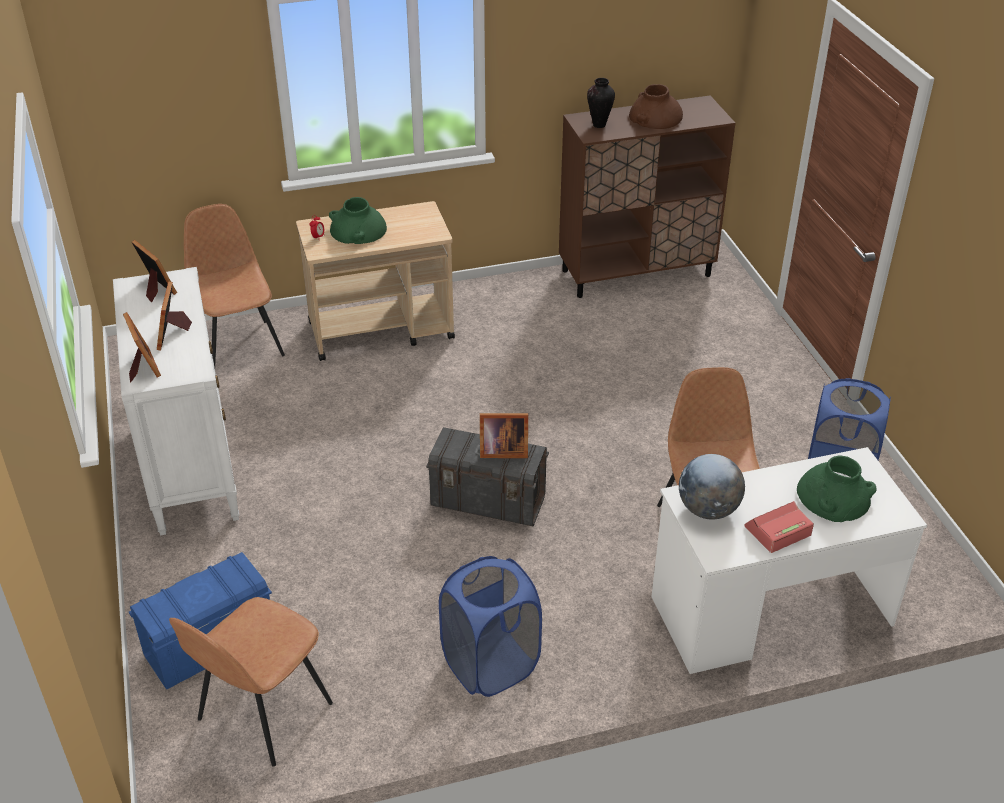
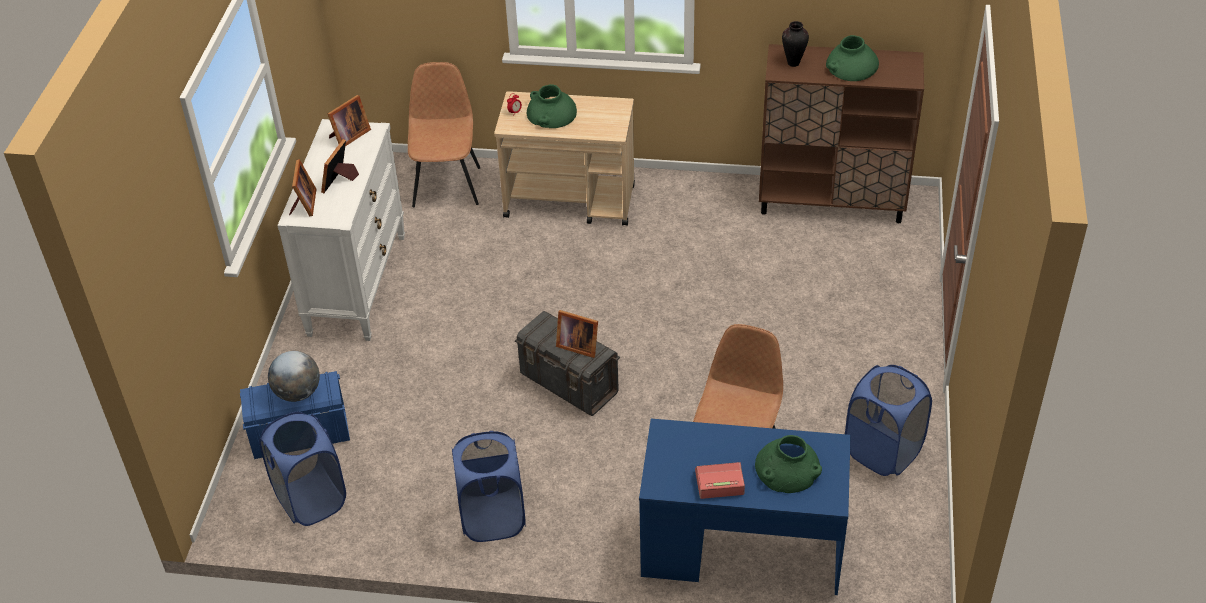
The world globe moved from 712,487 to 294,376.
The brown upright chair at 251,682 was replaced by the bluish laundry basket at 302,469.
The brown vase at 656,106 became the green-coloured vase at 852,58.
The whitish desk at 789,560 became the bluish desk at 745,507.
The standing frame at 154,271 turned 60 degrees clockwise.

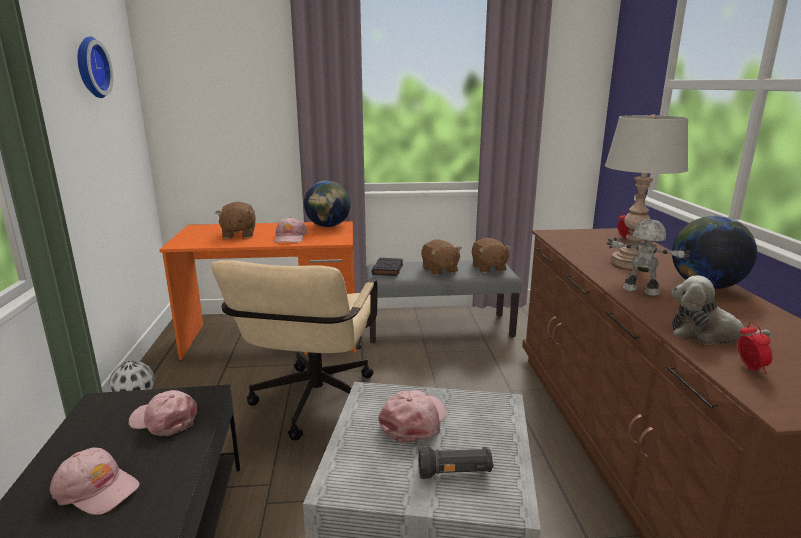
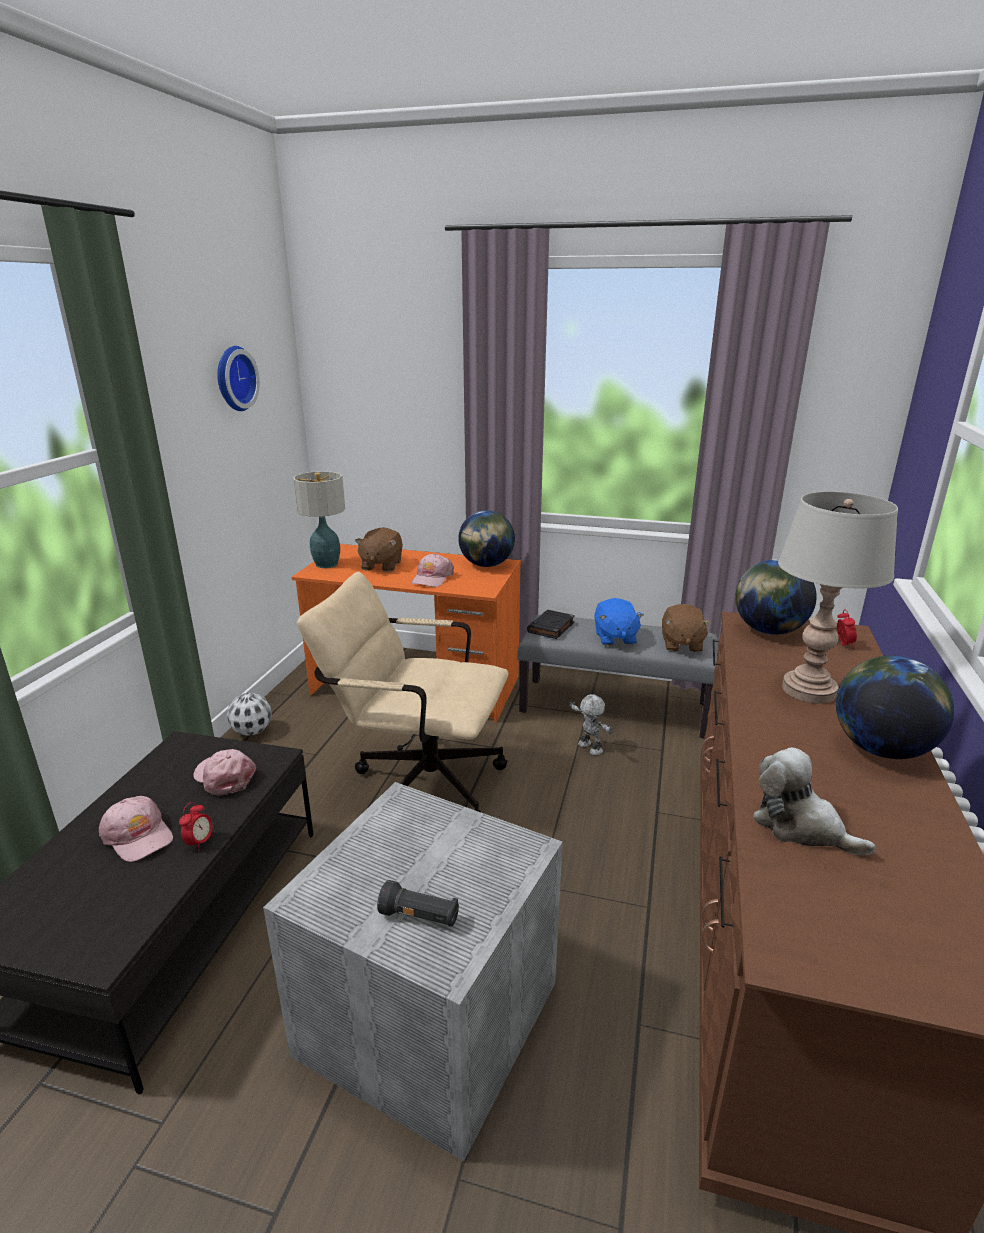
The pink baseball cap at 412,416 disappeared.
The tabletop lamp at 319,519 appeared.
The world globe at 776,597 appeared.
The model robot moved from 648,257 to 591,724.
The table clock moved from 755,348 to 196,826.
The brown soft toy at 441,257 became the bluish soft toy at 619,622.
The beige-coloured computer chair at 294,350 turned 75 degrees clockwise.

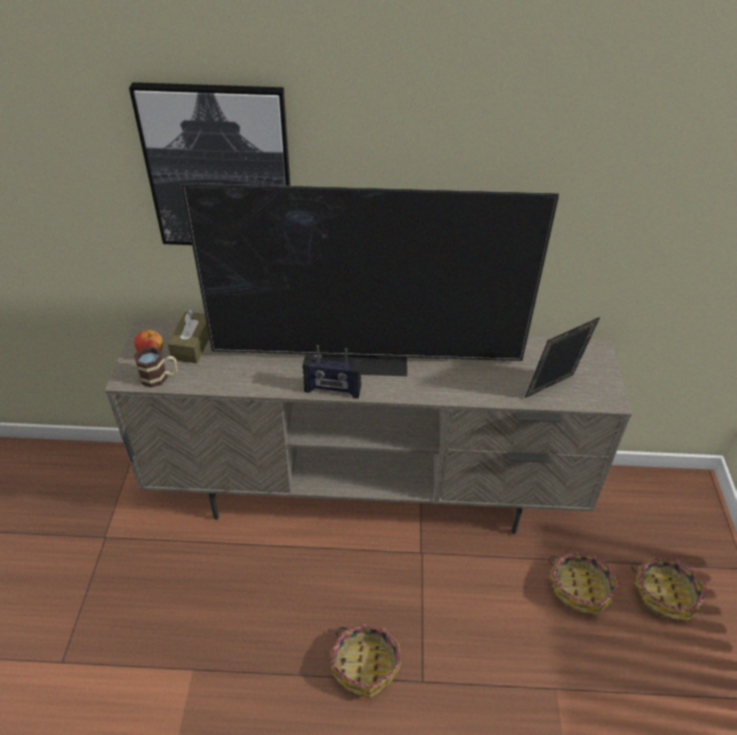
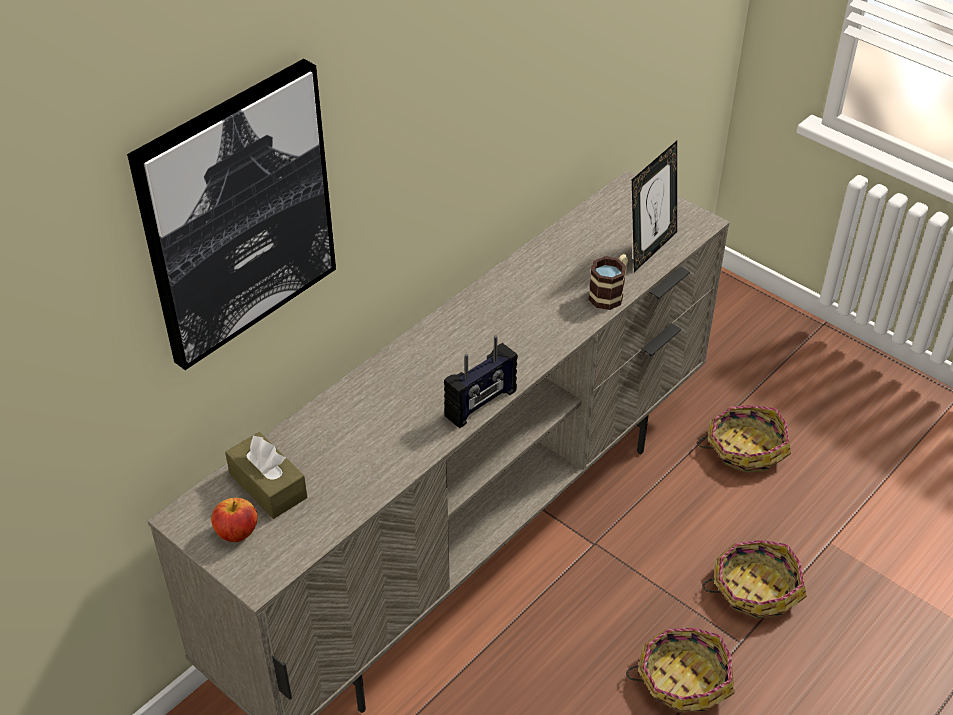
The TV set at 370,279 disappeared.
The coffee mug moved from 156,367 to 608,282.
The household basket moved from 669,589 to 755,579.
The standing frame at 562,357 turned 150 degrees counterclockwise.

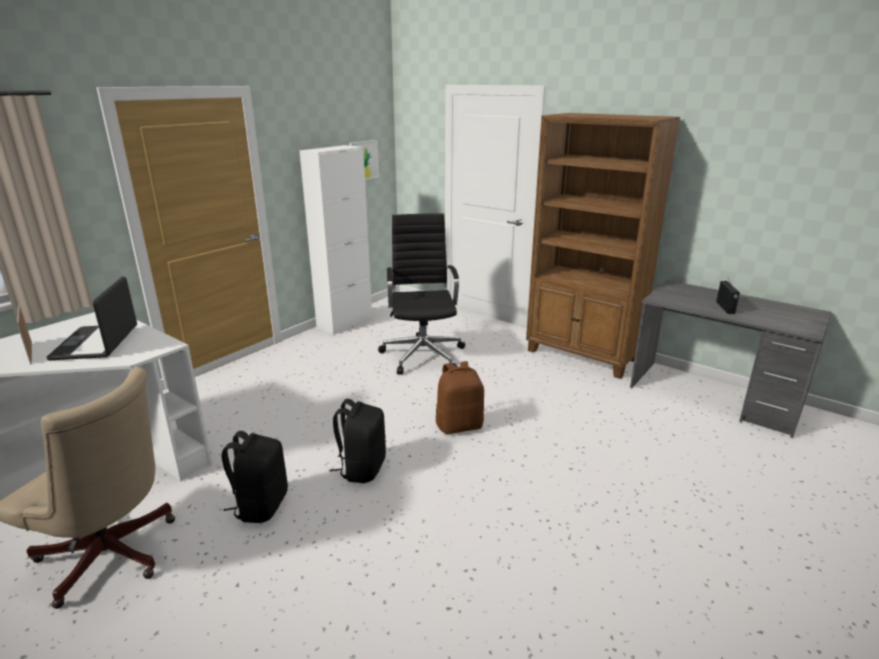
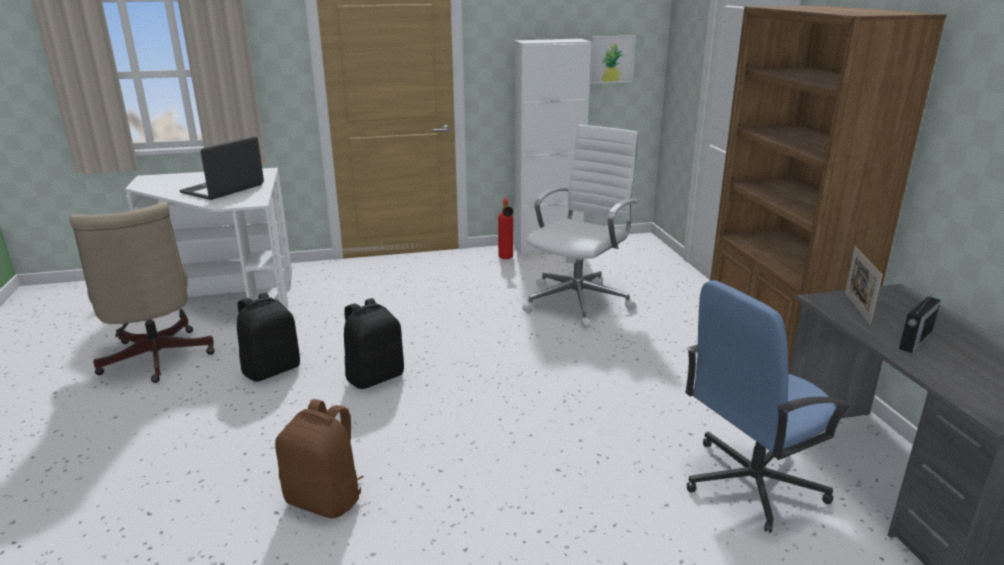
The extinguisher at 505,227 appeared.
The bluish computer chair at 769,406 appeared.
The standing frame moved from 24,334 to 864,285.
The brown backpack moved from 460,397 to 319,459.
The blackish computer chair at 421,294 became the whitish computer chair at 580,226.

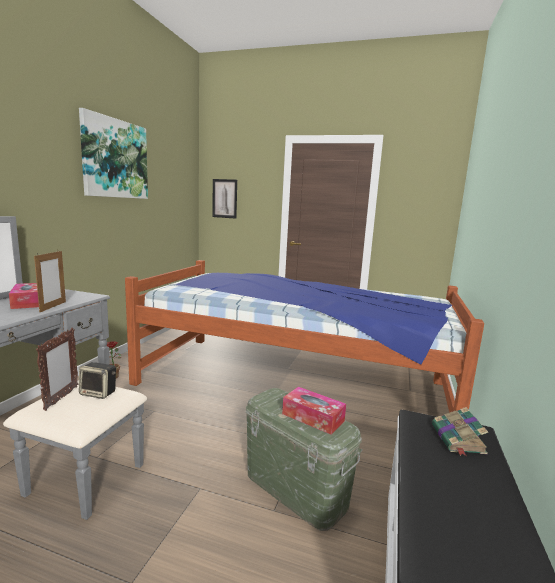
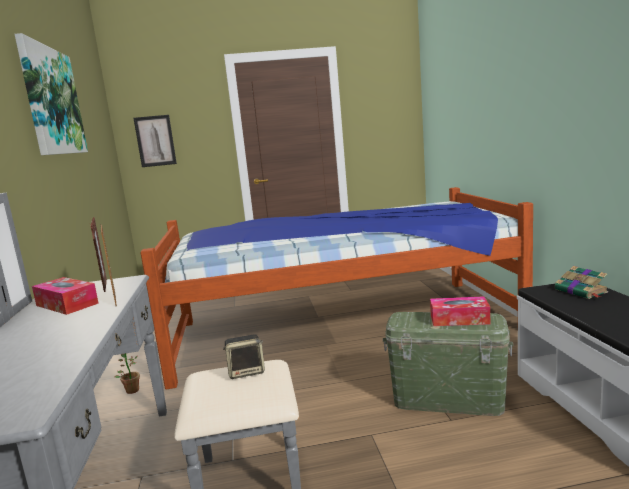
The standing frame moved from 57,369 to 98,254.

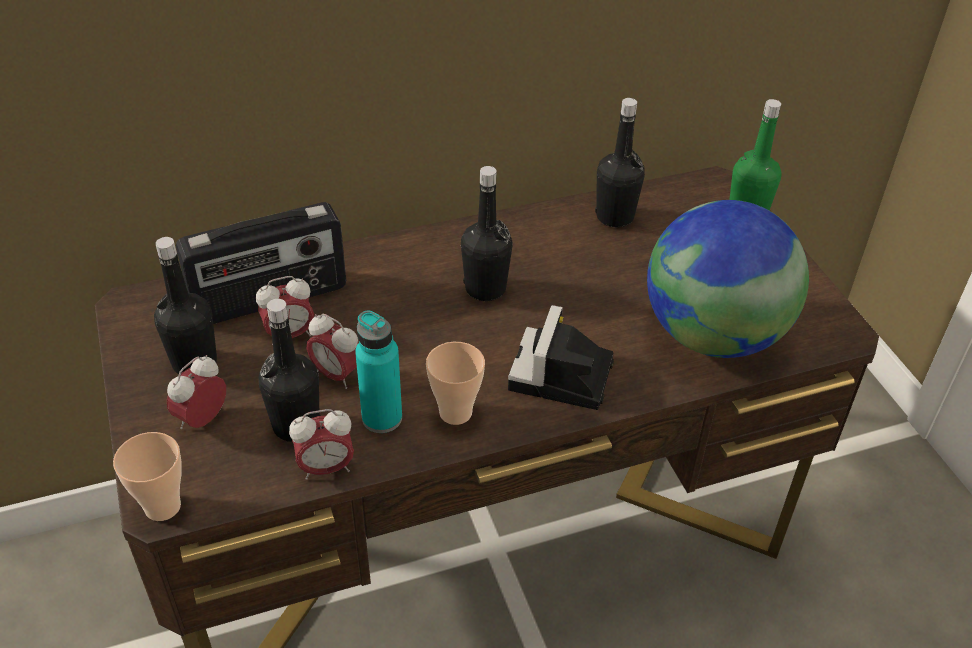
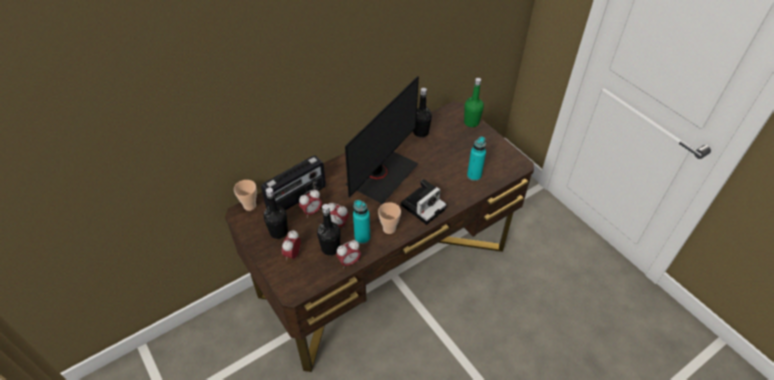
The cup moved from 147,476 to 245,195.
The blackish beverage bottle at 487,233 was replaced by the computer display at 382,140.
The world globe at 728,279 was replaced by the blue-green beverage bottle at 476,159.
The still camera at 561,357 turned 135 degrees counterclockwise.

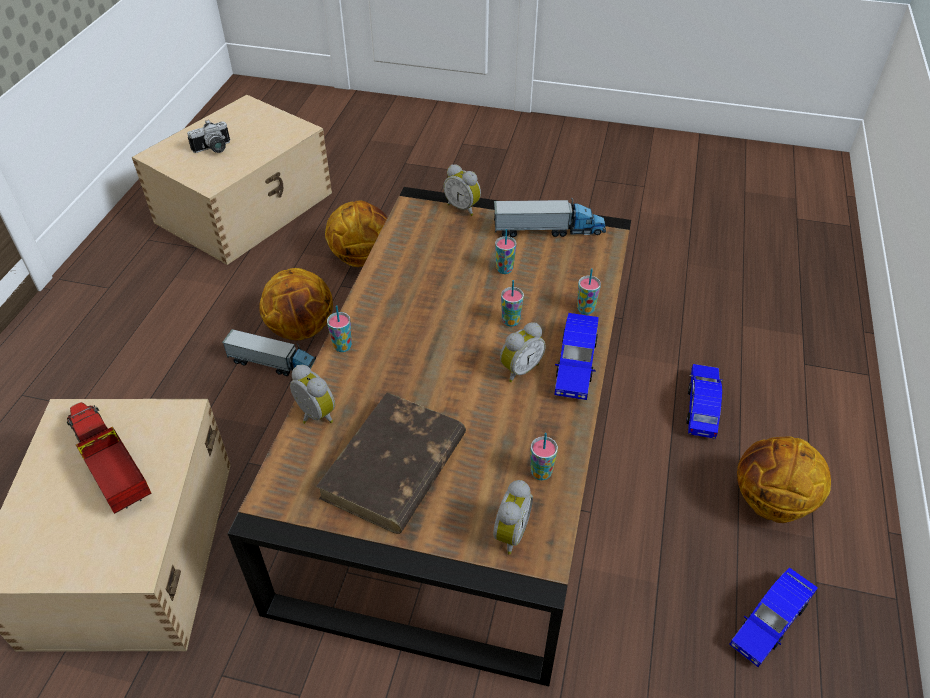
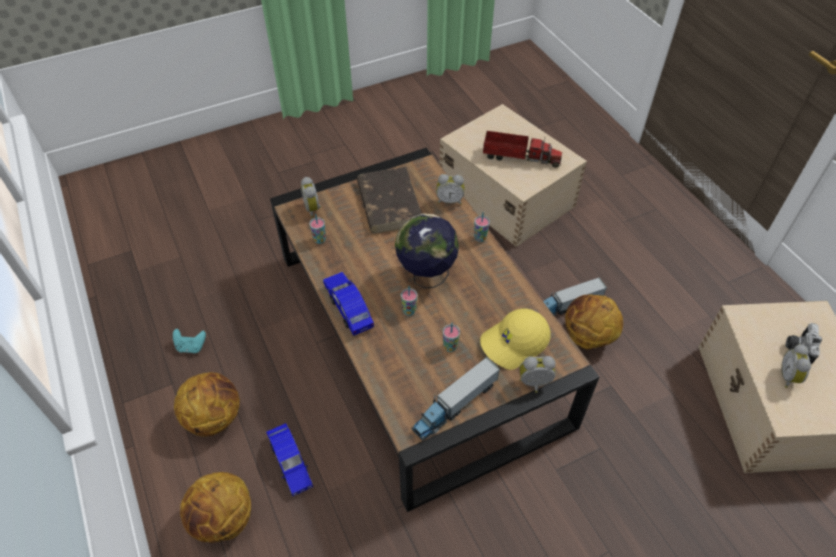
The cup at 589,291 disappeared.
The world globe at 427,251 appeared.
The yellow baseball cap at 515,339 appeared.
The ball for basketball moved from 356,234 to 215,507.
The table clock moved from 522,352 to 796,366.
The bluish model car at 773,617 was replaced by the blue-green joypad at 189,341.

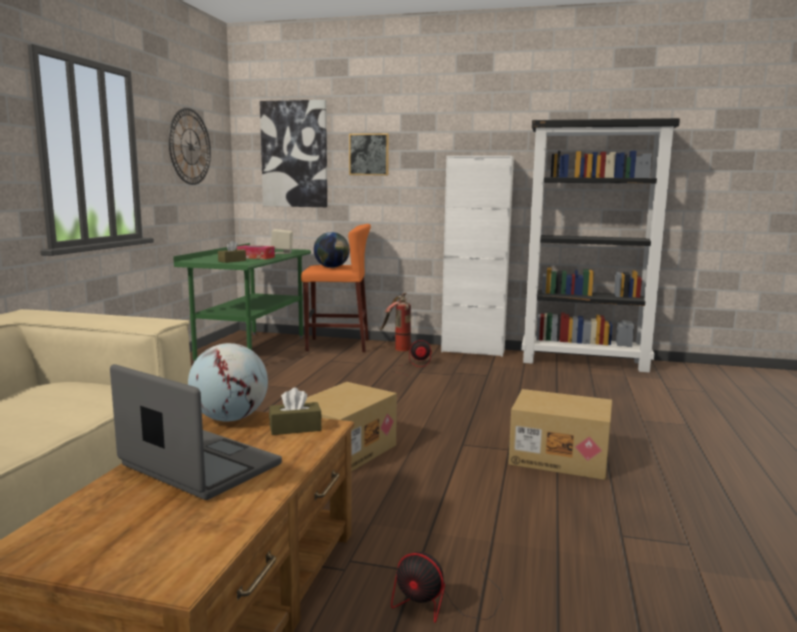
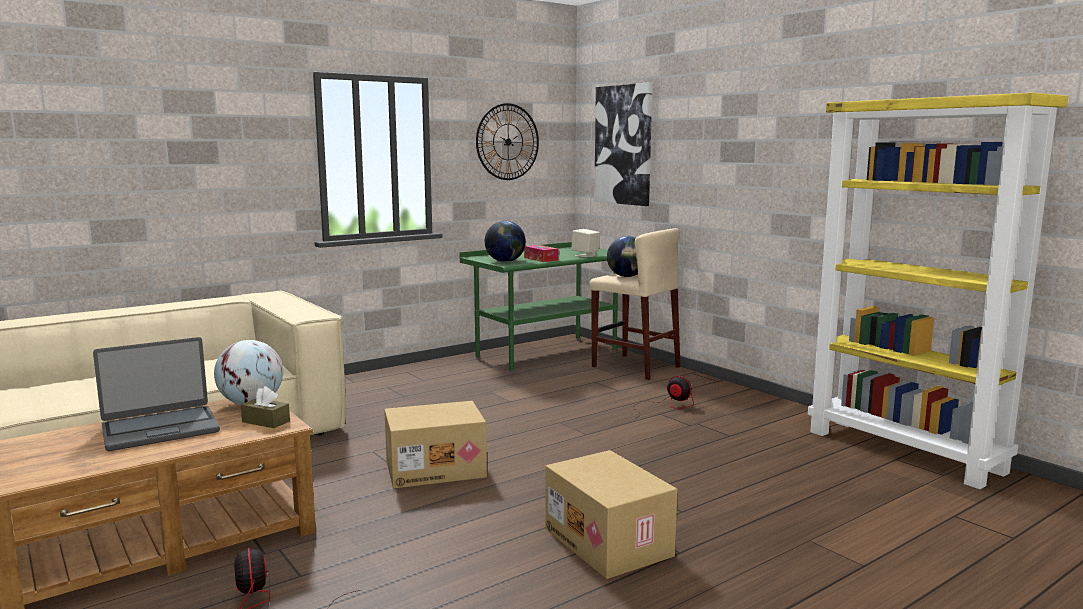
The picture at 369,154 disappeared.
The extinguisher at 395,322 disappeared.
The whitish cupboard at 477,256 disappeared.
The brown tissue holder at 232,252 was replaced by the world globe at 505,241.
The orange sitting stool at 336,288 became the beige-coloured sitting stool at 635,304.
The blackish shelving unit at 601,245 became the yellow shelving unit at 938,291.
The notebook computer at 196,432 turned 75 degrees clockwise.

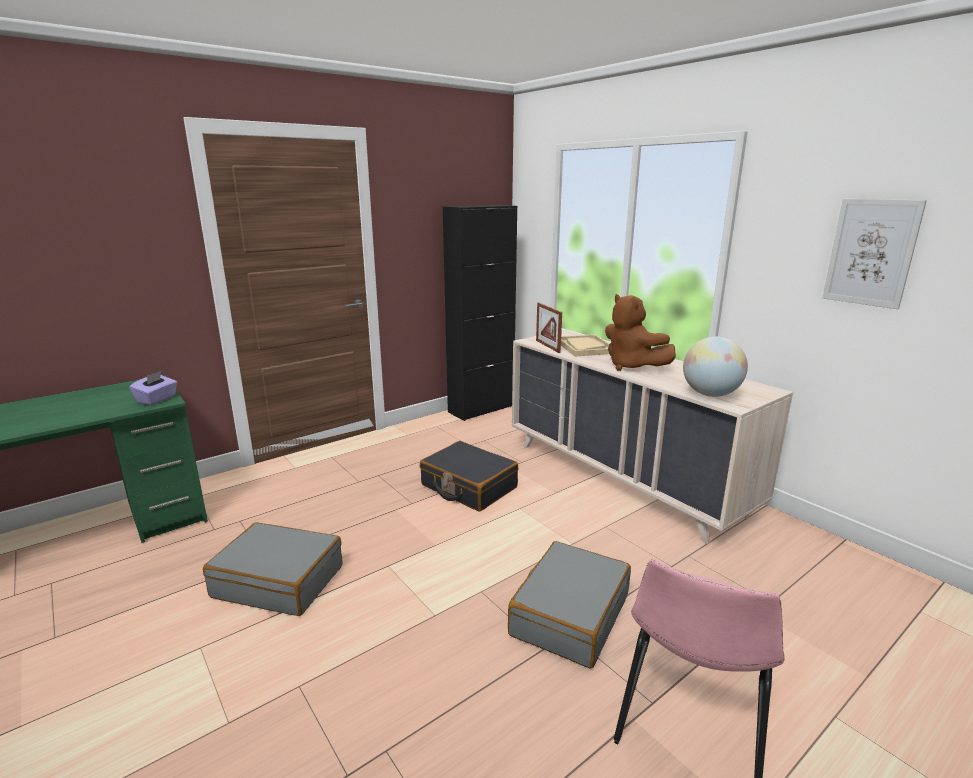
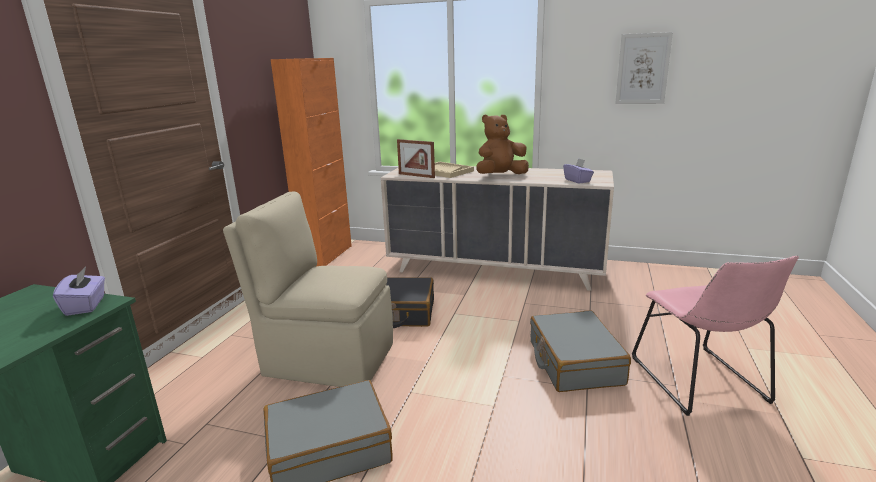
The beige-coloured upright chair at 308,289 appeared.
The world globe at 715,367 was replaced by the purple-coloured tissue holder at 578,171.
The blackish cupboard at 480,313 became the orange cupboard at 311,162.
The brown soft toy at 640,332 turned 135 degrees clockwise.

